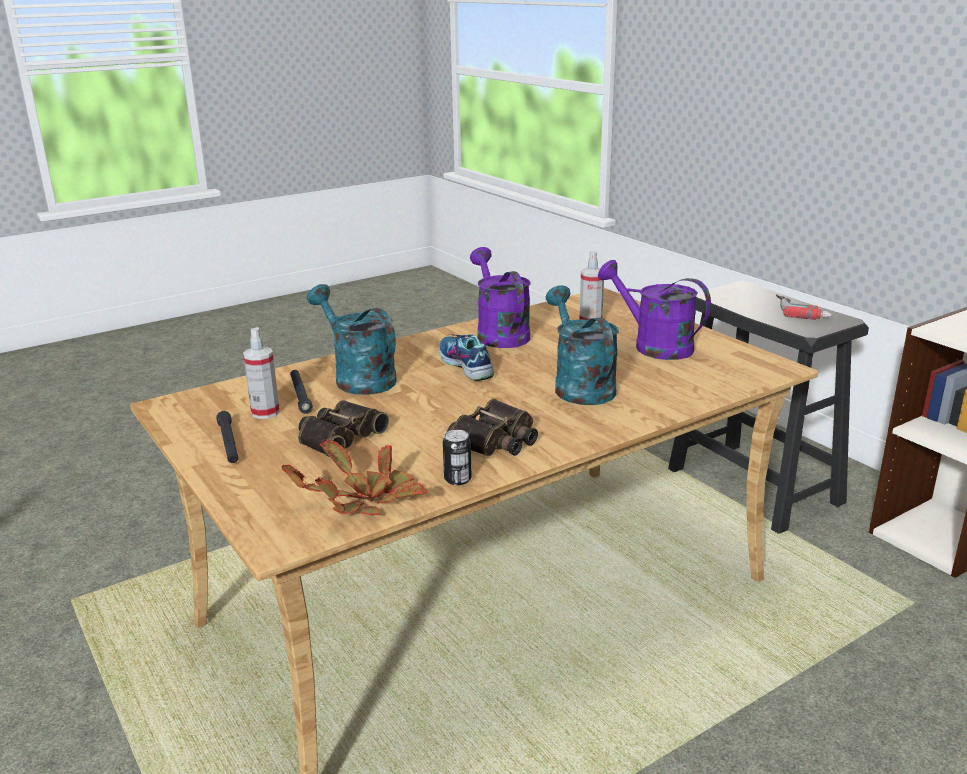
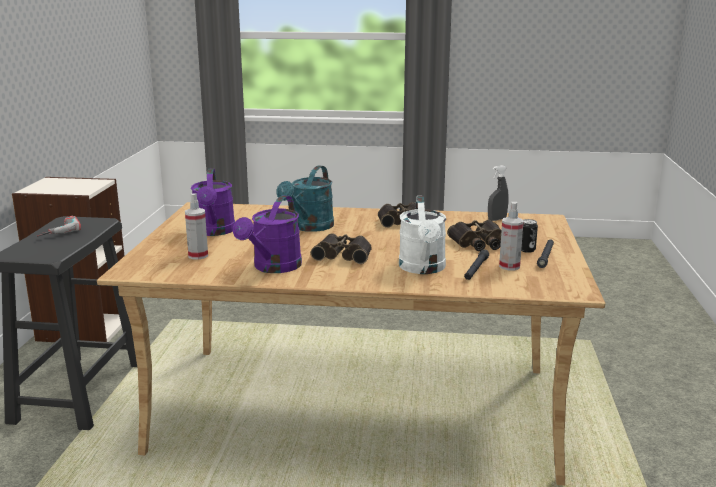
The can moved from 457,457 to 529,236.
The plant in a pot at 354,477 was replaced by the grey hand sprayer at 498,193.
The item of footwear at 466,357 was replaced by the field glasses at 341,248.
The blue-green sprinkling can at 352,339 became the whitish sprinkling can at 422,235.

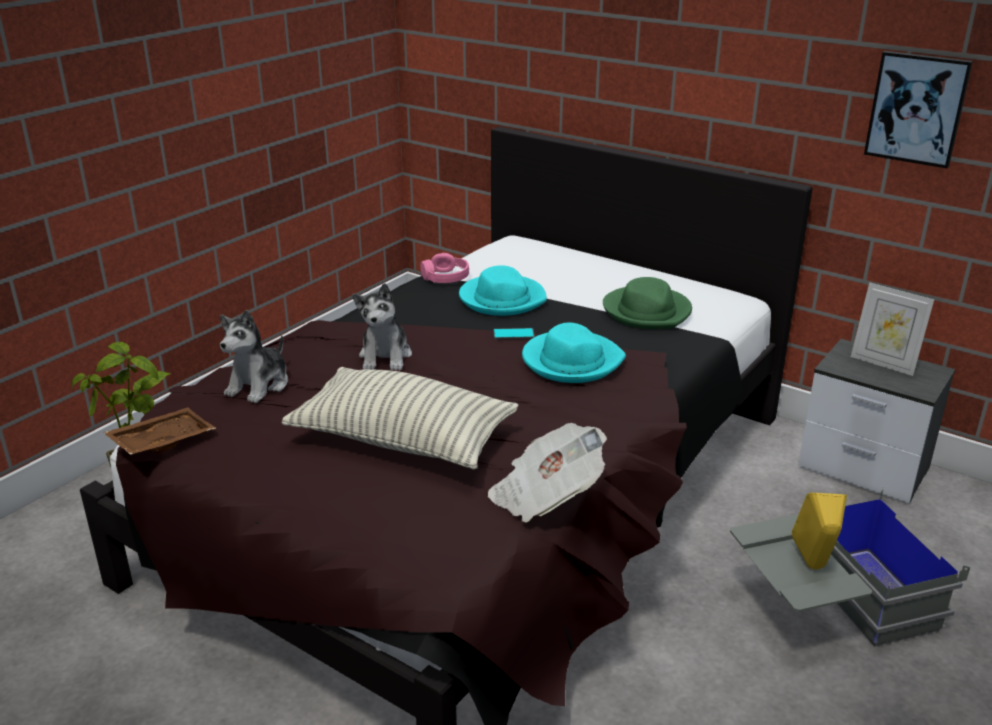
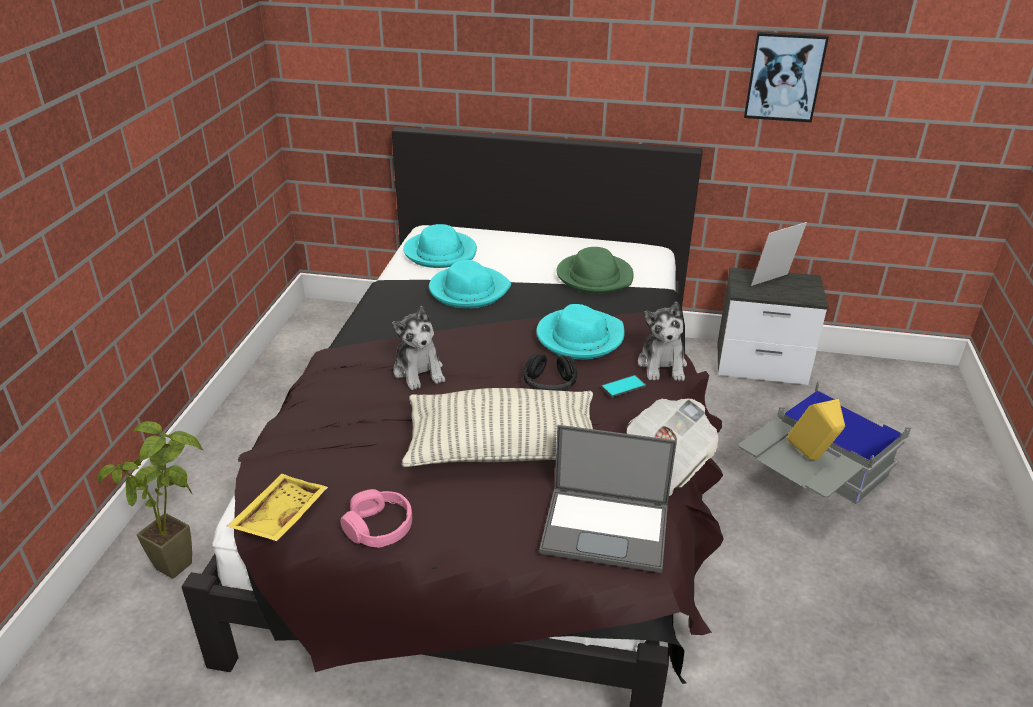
The blue-green hat at 440,246 appeared.
The blackish pair of headphones at 550,372 appeared.
The notebook computer at 608,499 appeared.
The soft toy moved from 254,356 to 662,341.
The pink pair of headphones moved from 445,268 to 376,518.
The handset moved from 514,333 to 623,386.
The brown serving tray at 159,431 became the yellow serving tray at 277,507.
The standing frame at 892,329 turned 135 degrees clockwise.

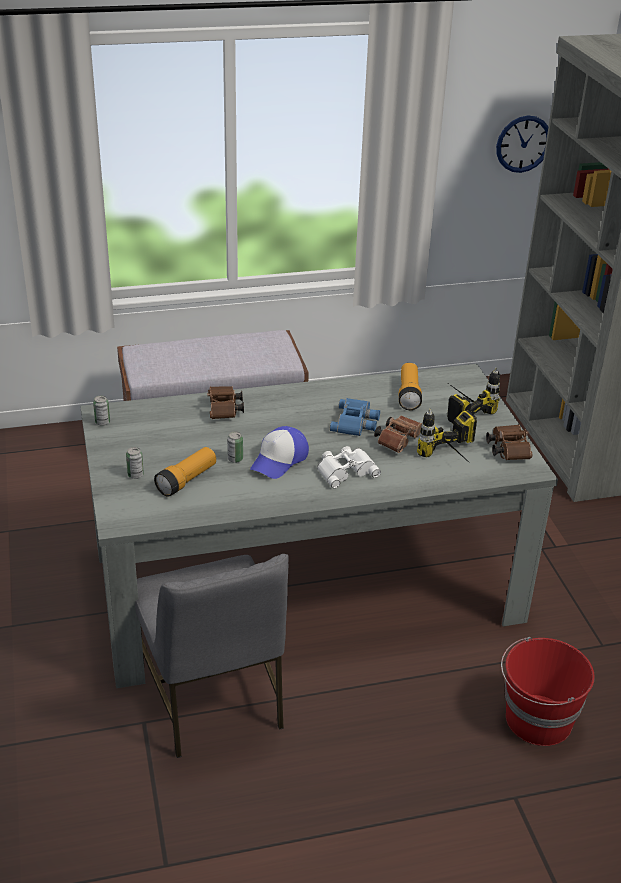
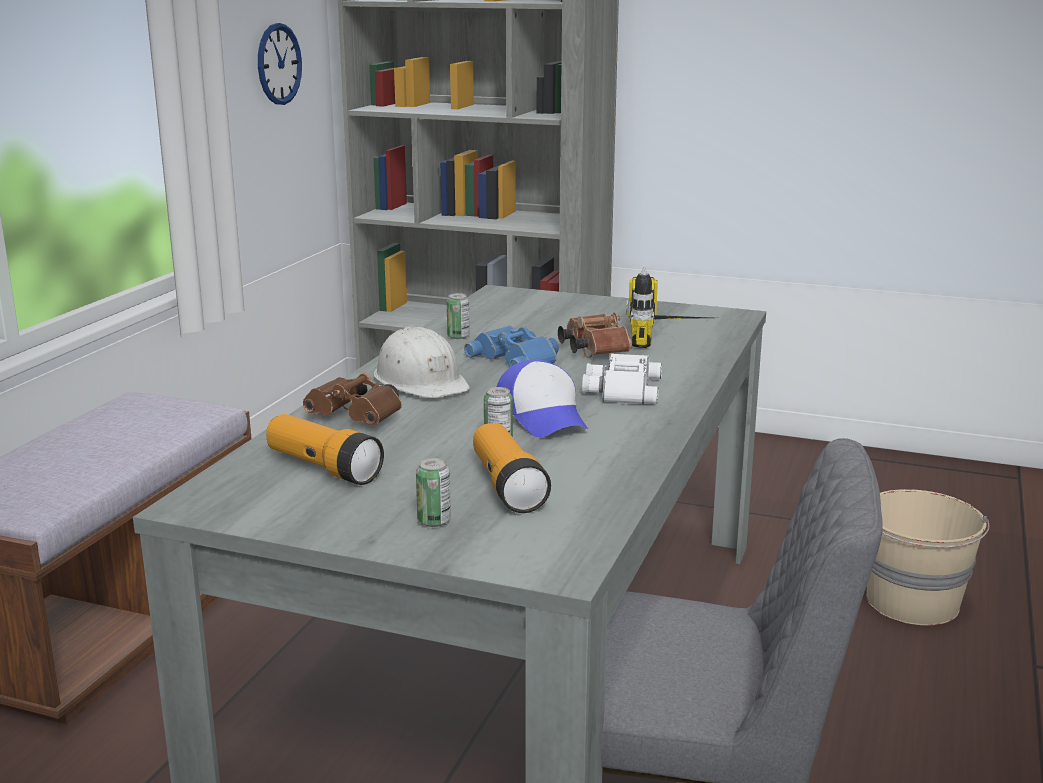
The power drill at 473,396 disappeared.
The brown field glasses at 509,442 disappeared.
The whitish safety helmet at 422,362 appeared.
The can moved from 101,410 to 458,316.
The hand torch moved from 410,386 to 325,449.
The red pail at 548,691 became the beige-coloured pail at 928,557.

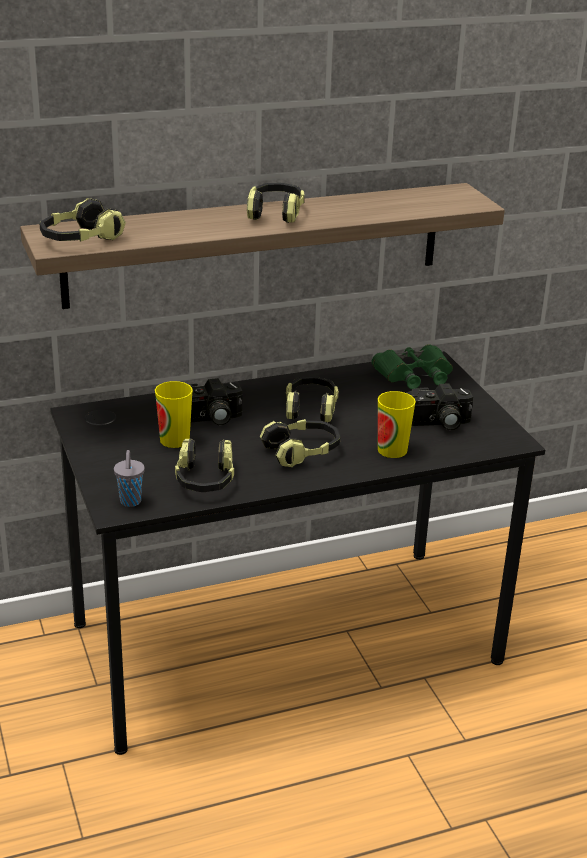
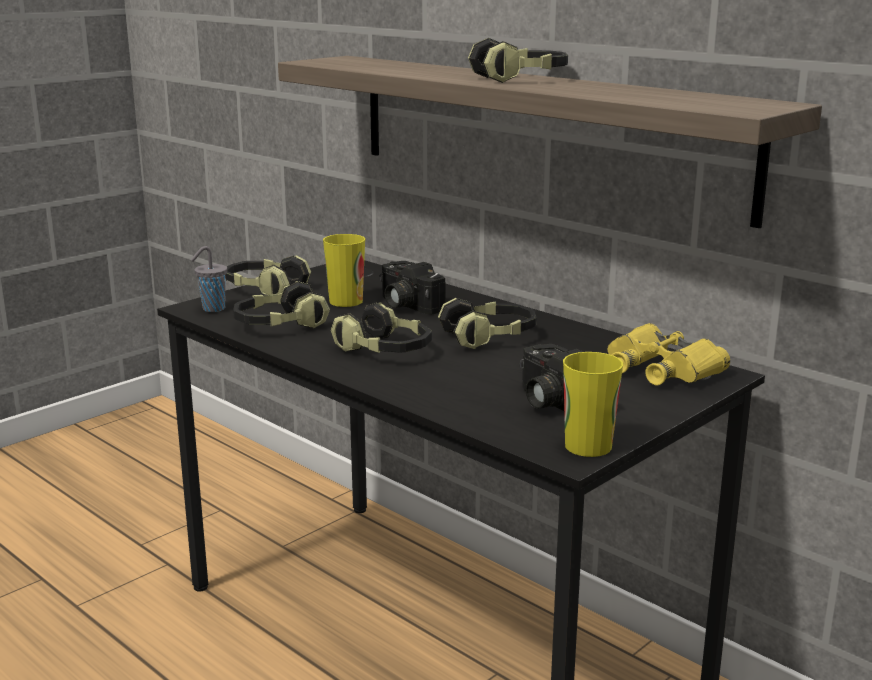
The pair of headphones moved from 82,220 to 268,275.
The cup moved from 397,424 to 593,404.
The green-coloured field glasses at 412,366 became the yellow field glasses at 668,354.

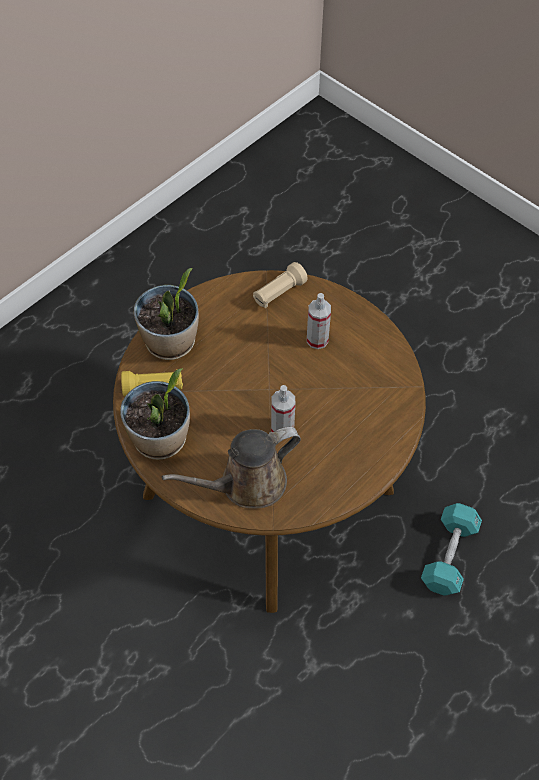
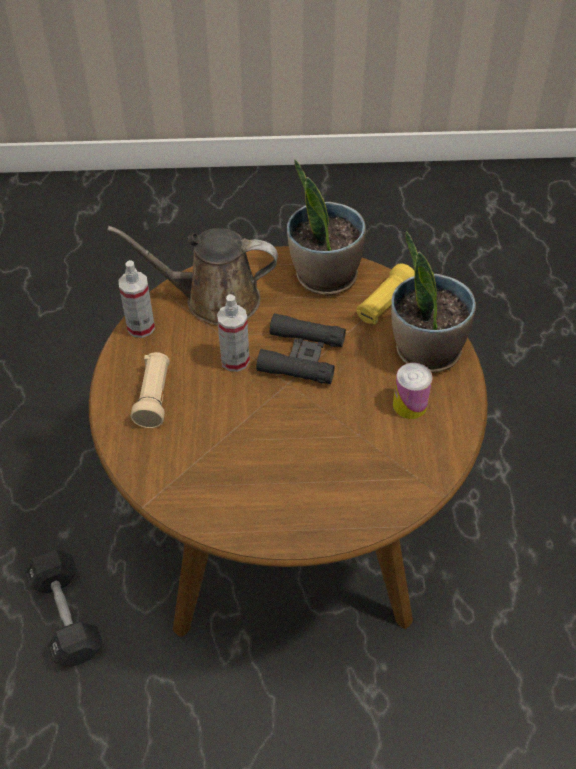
The blackish field glasses at 301,348 appeared.
The can at 412,391 appeared.
The beige-coloured hand torch moved from 280,285 to 150,390.
The hand sprayer moved from 319,321 to 136,299.
The blue-green hand weight at 451,549 became the blackish hand weight at 64,608.
The brown sprinkling can at 231,467 turned 105 degrees counterclockwise.

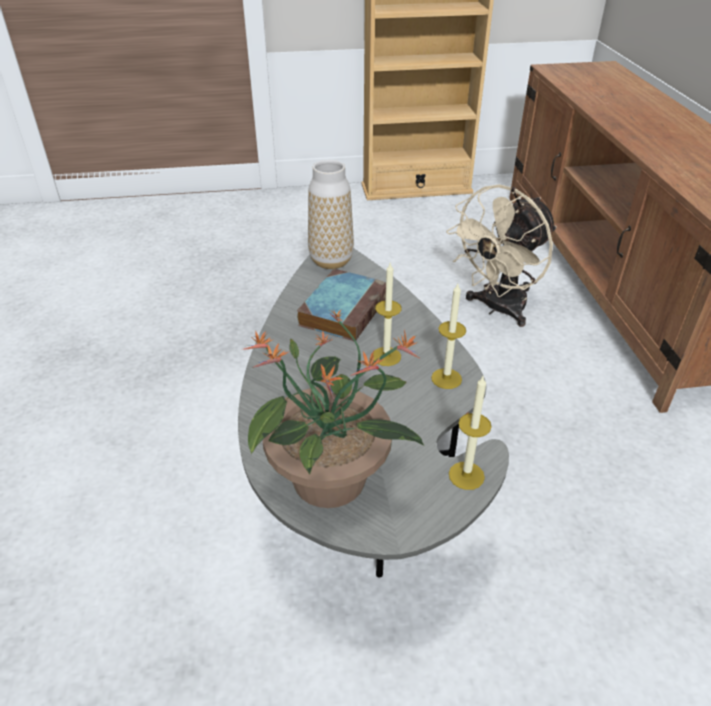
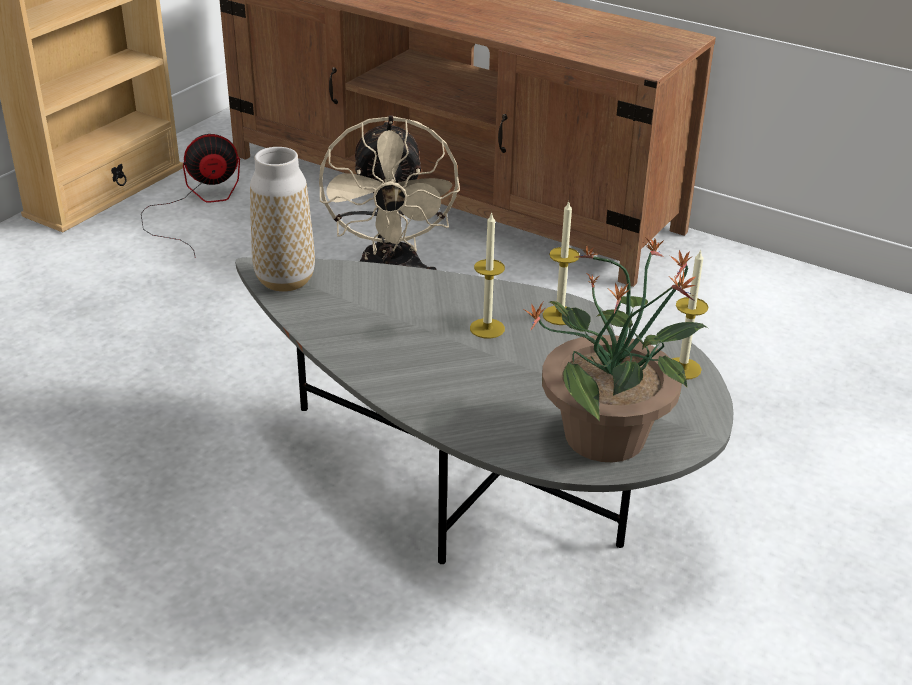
The bound book at 341,305 disappeared.
The electric fan at 190,196 appeared.

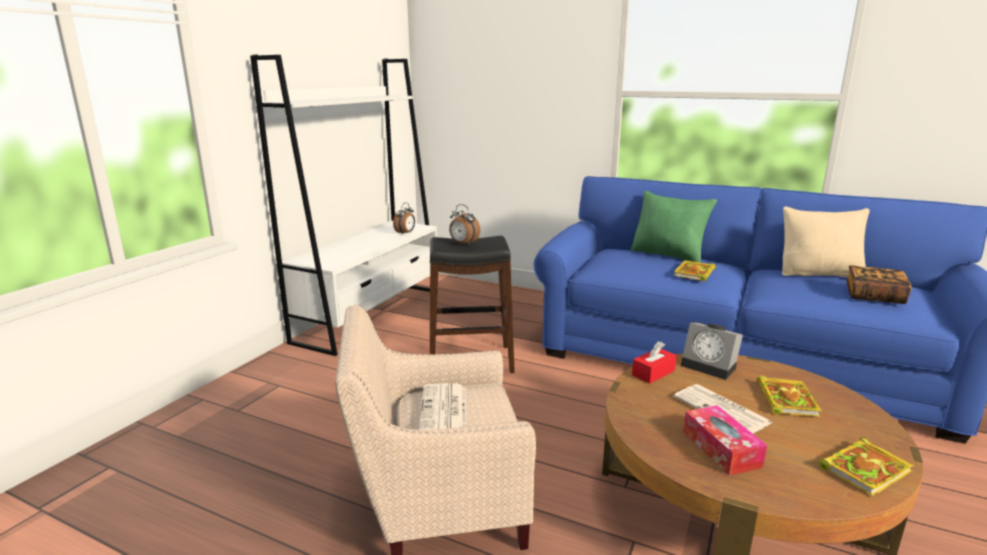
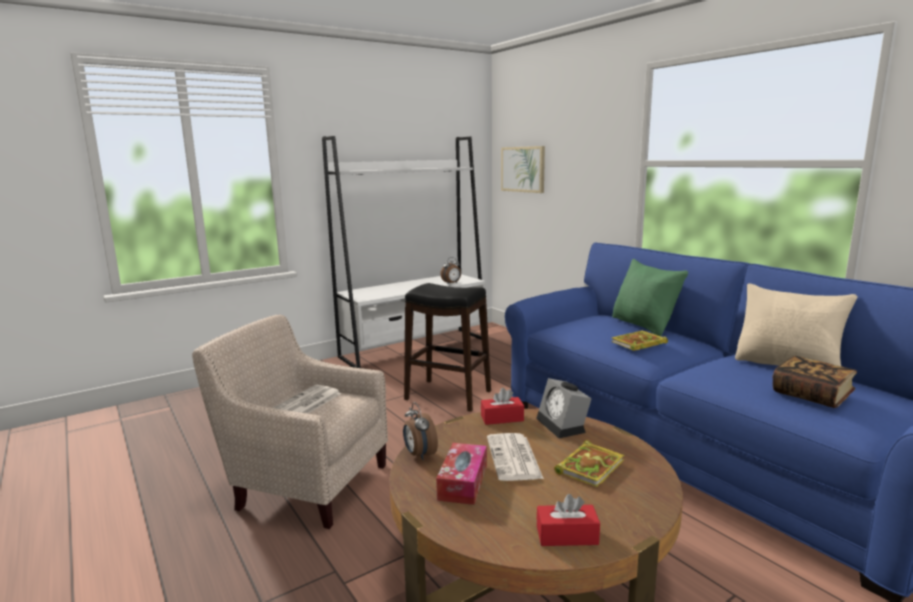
The picture at 523,169 appeared.
The table clock moved from 464,225 to 420,431.
The bound book at 866,466 was replaced by the red tissue holder at 568,520.

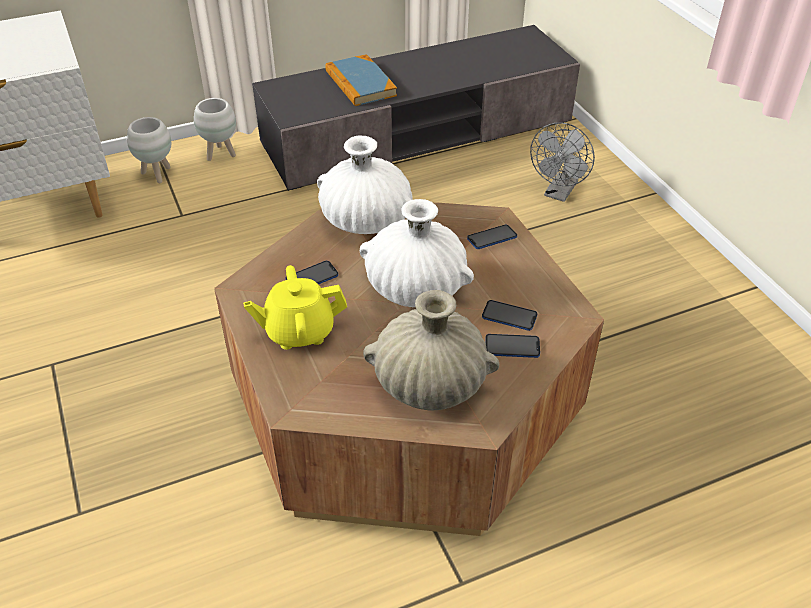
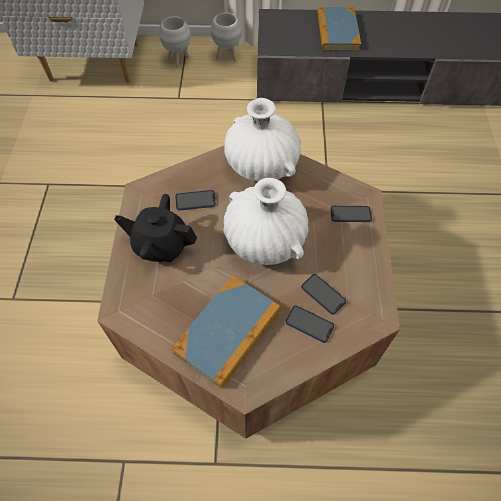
The grey electric fan at 562,162 disappeared.
The beige-coloured vase at 431,350 was replaced by the bound book at 226,332.
The yellow tea pot at 295,307 became the blackish tea pot at 155,228.

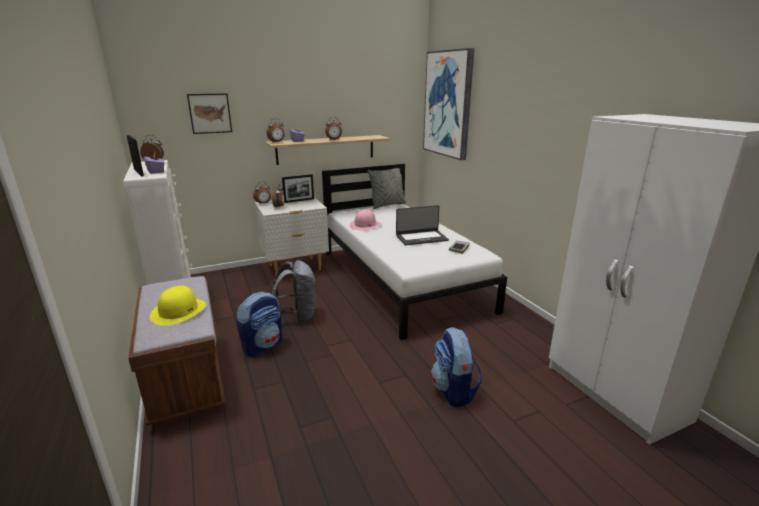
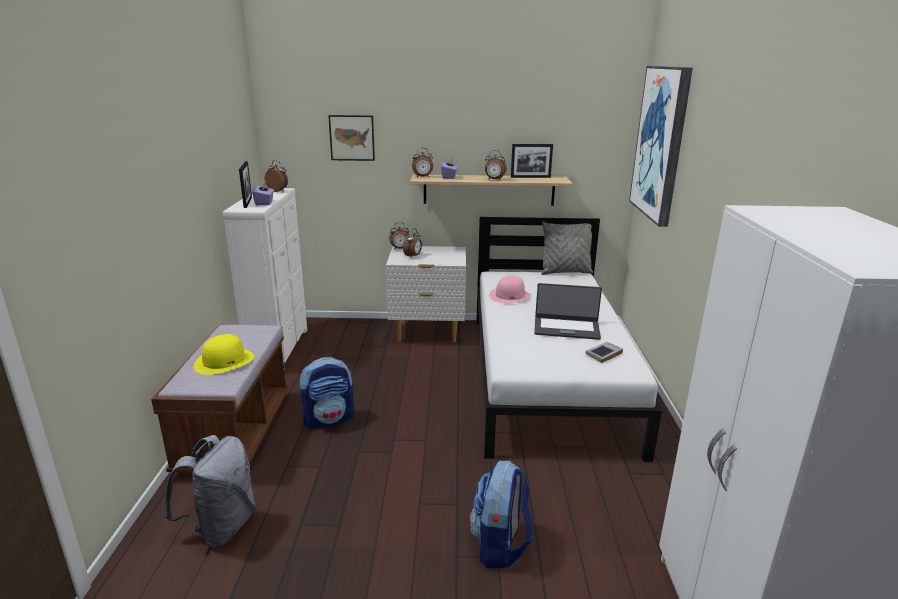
The grey backpack moved from 294,291 to 210,491.
The standing frame moved from 298,188 to 532,161.

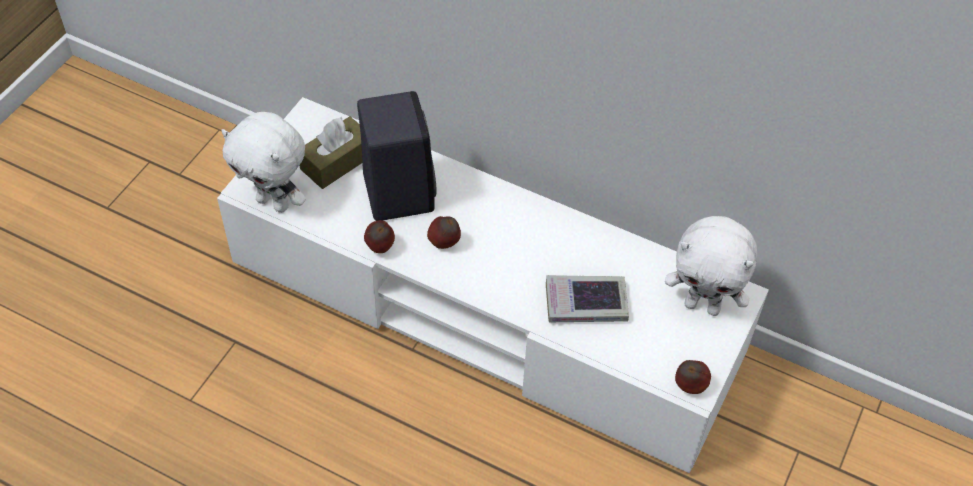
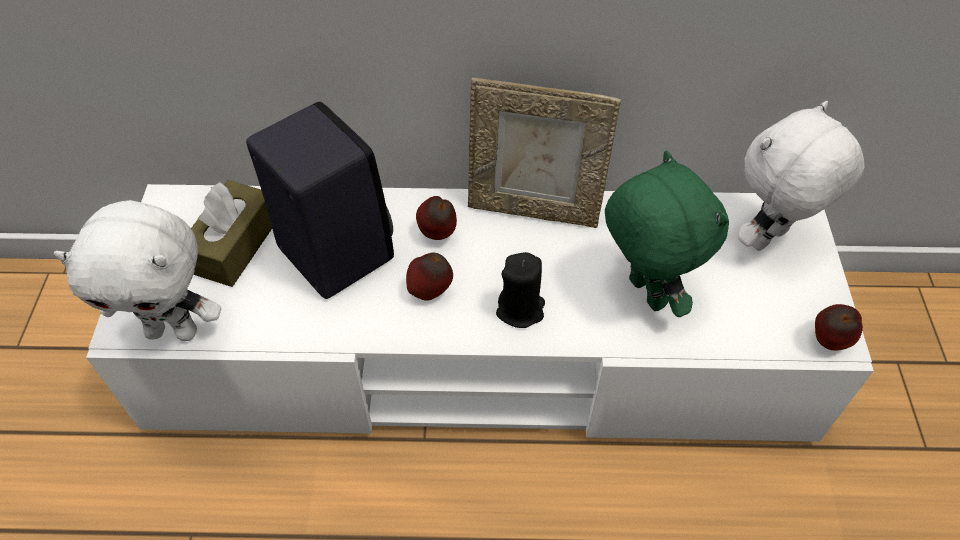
The standing frame at 544,153 appeared.
The blackish wax candle at 520,290 appeared.
The apple moved from 379,236 to 436,218.
The bound book at 587,298 was replaced by the green-coloured soft toy at 667,233.
The whitish soft toy at 711,266 turned 150 degrees clockwise.

